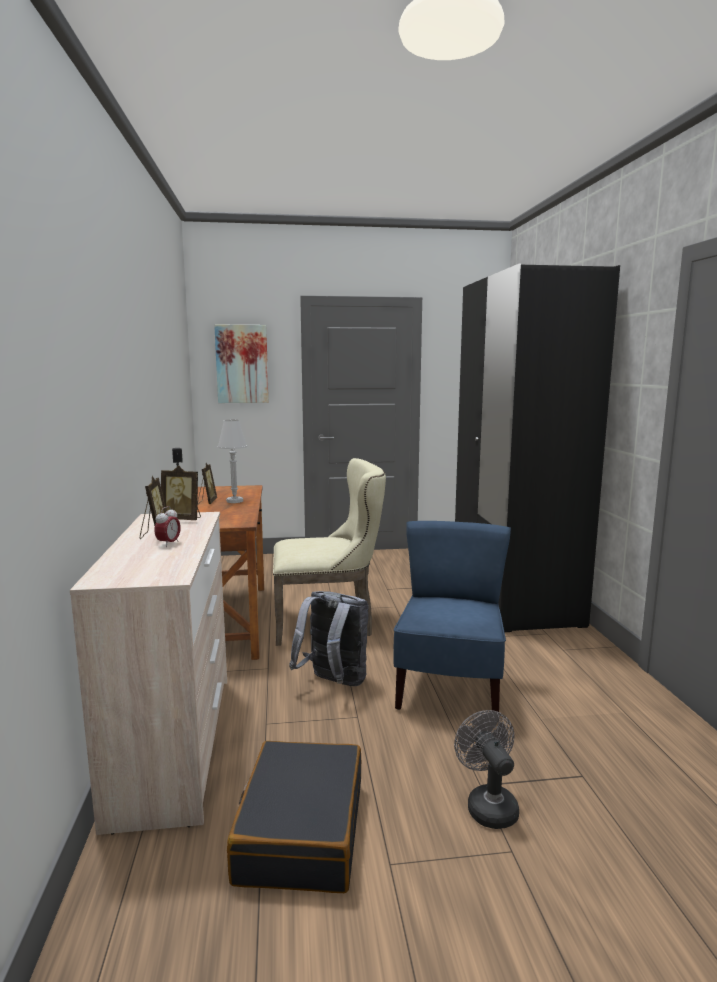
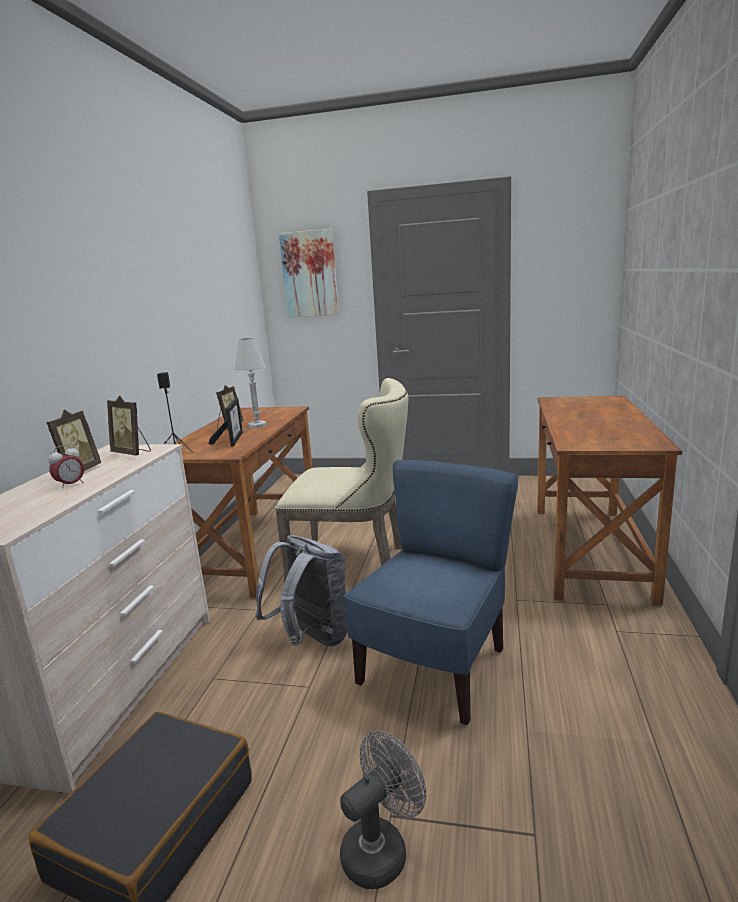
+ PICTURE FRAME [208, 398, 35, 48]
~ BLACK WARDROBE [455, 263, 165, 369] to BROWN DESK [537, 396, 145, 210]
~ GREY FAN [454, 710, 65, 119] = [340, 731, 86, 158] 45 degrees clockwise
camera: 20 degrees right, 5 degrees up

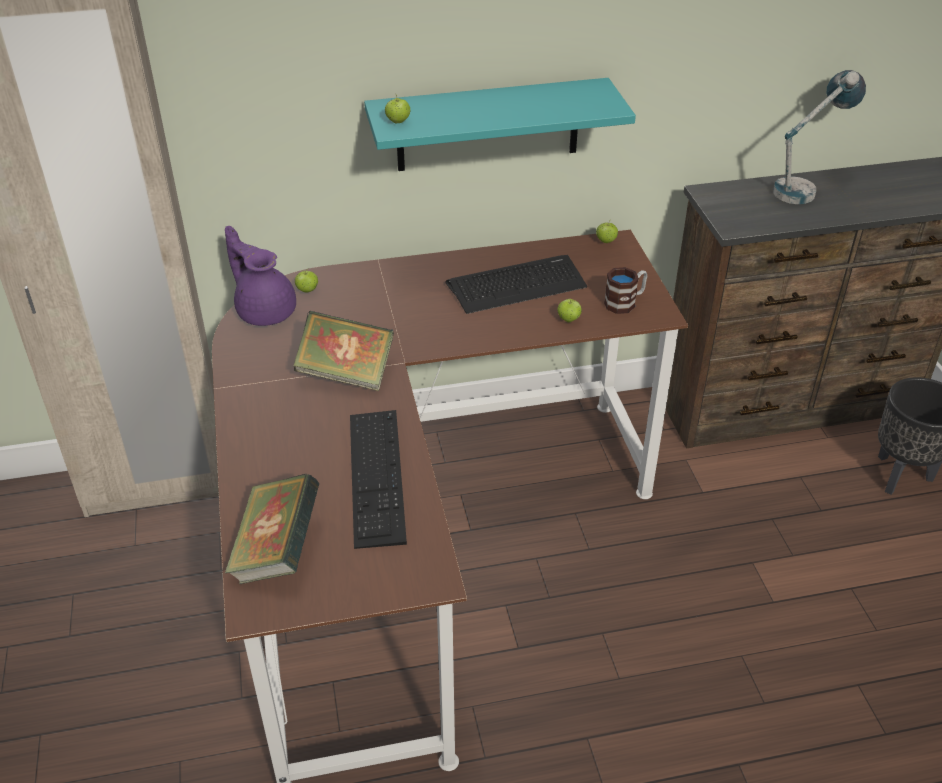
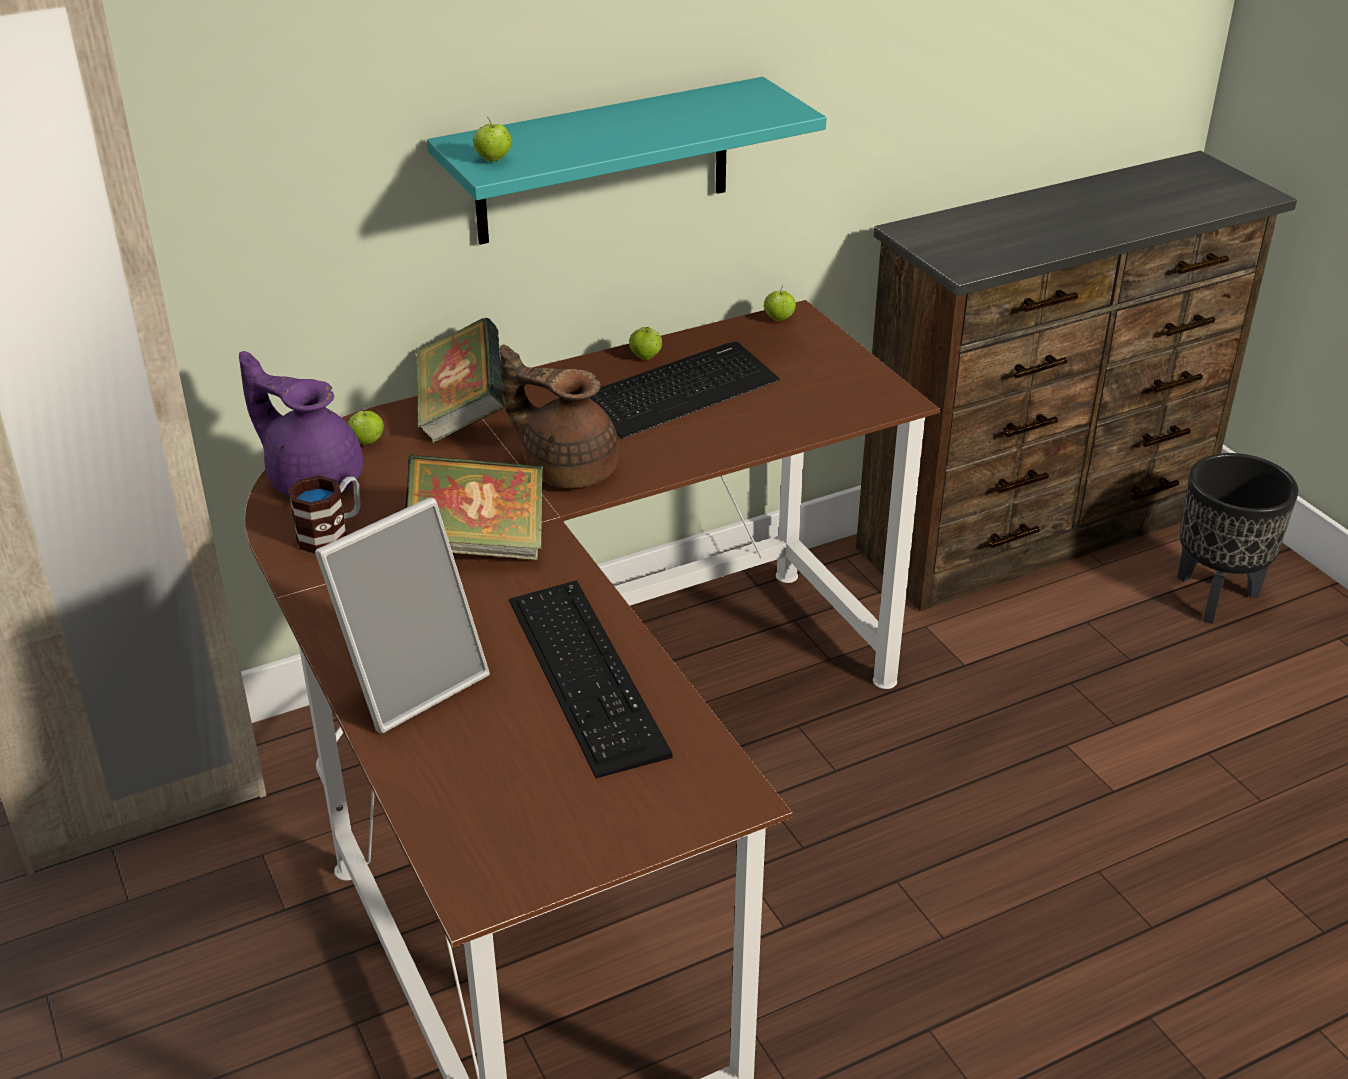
- TABLE LAMP [773, 70, 93, 134]
+ PICTURE FRAME [315, 498, 175, 235]
+ BROWN TEAPOT [500, 344, 119, 144]
~ BOOK [225, 473, 95, 111] to [416, 318, 88, 126]
~ APPLE [557, 299, 25, 23] to [629, 327, 33, 33]
~ MUG [604, 267, 43, 47] to [288, 475, 73, 78]
camera: 15 degrees left, 5 degrees down

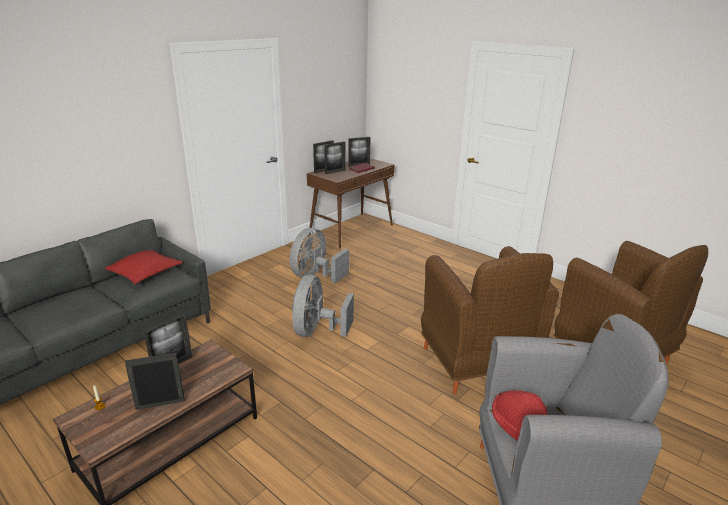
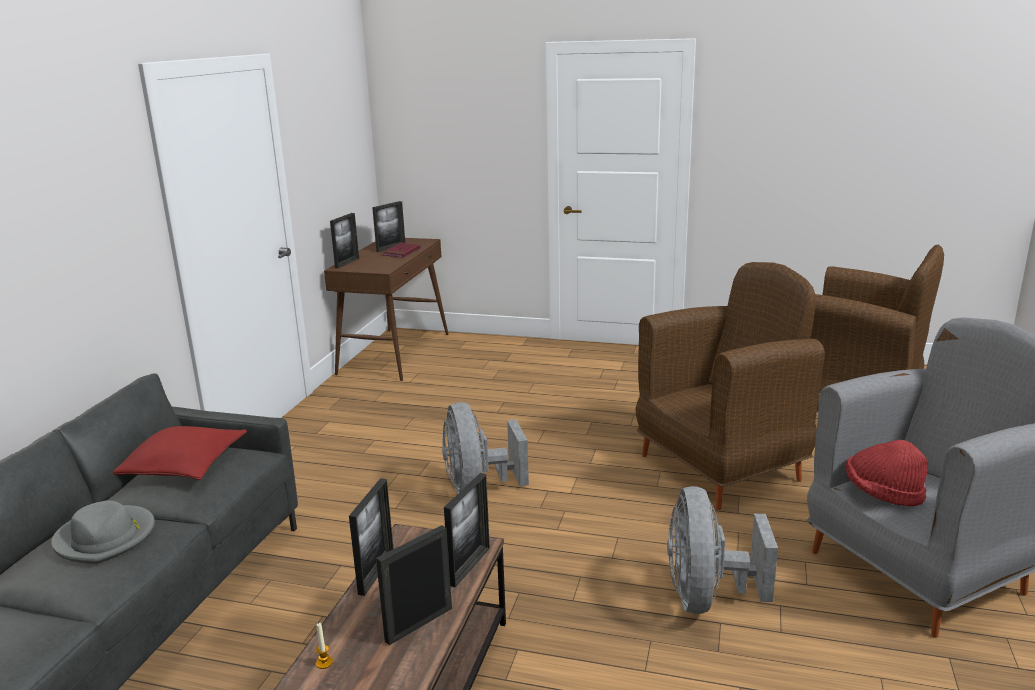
+ GREY HAT [51, 501, 104, 63]
~ GREY FAN [290, 228, 59, 55] to [667, 486, 111, 128]
~ PICTURE FRAME [324, 142, 21, 32] to [444, 473, 46, 114]
~ BROWN ARMCHAIR [421, 246, 138, 148] = [635, 262, 190, 248] 75 degrees counterclockwise
camera: 25 degrees left, 5 degrees down

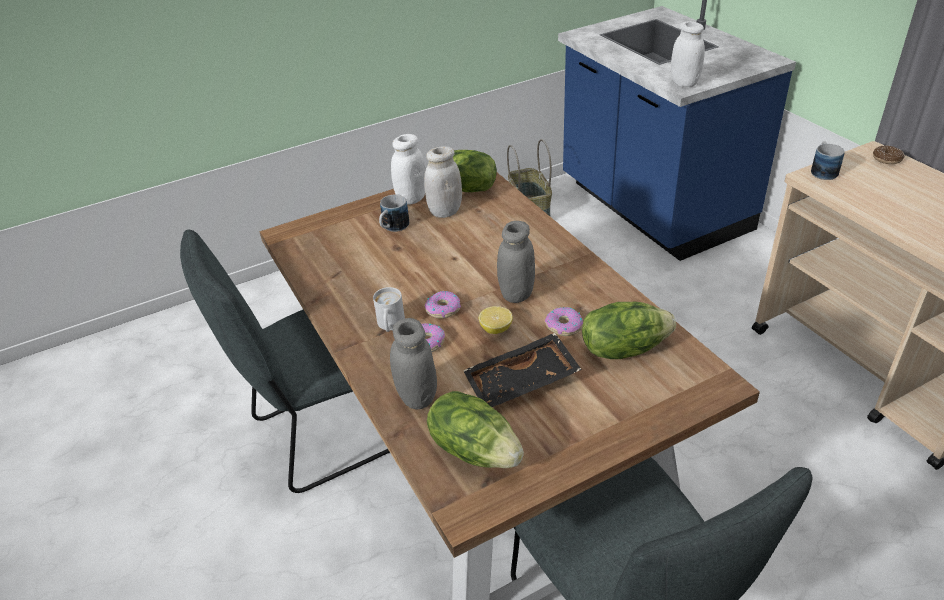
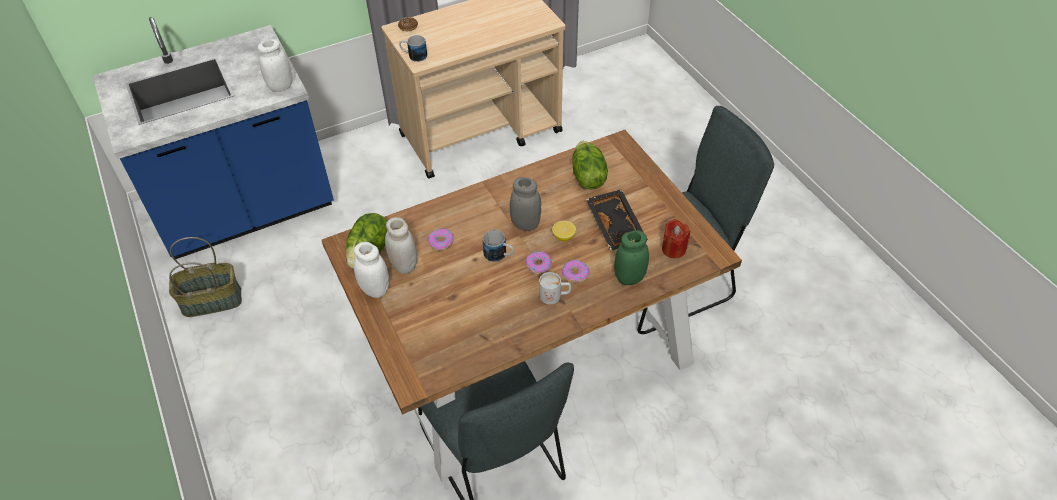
~ MUG [379, 194, 30, 38] to [483, 230, 31, 32]
~ DONUT [545, 307, 38, 29] to [427, 228, 27, 23]
~ LETTUCE [427, 391, 97, 77] to RED CANDLE [662, 219, 28, 39]
~ GREY JAR [390, 318, 47, 91] to GREEN JAR [614, 230, 35, 55]
camera: 90 degrees left, 10 degrees up

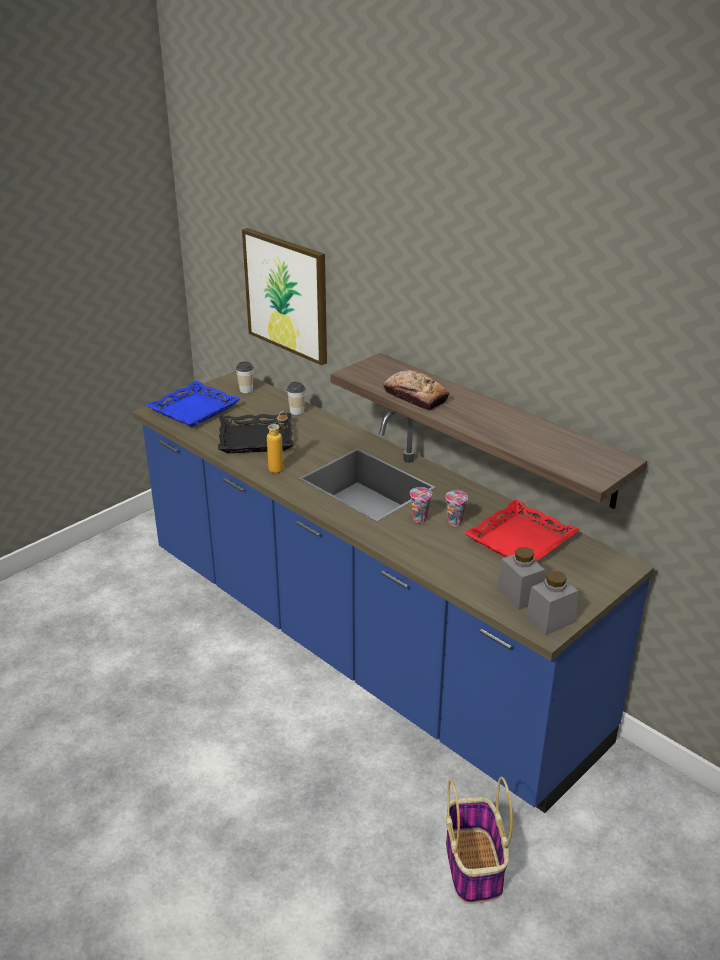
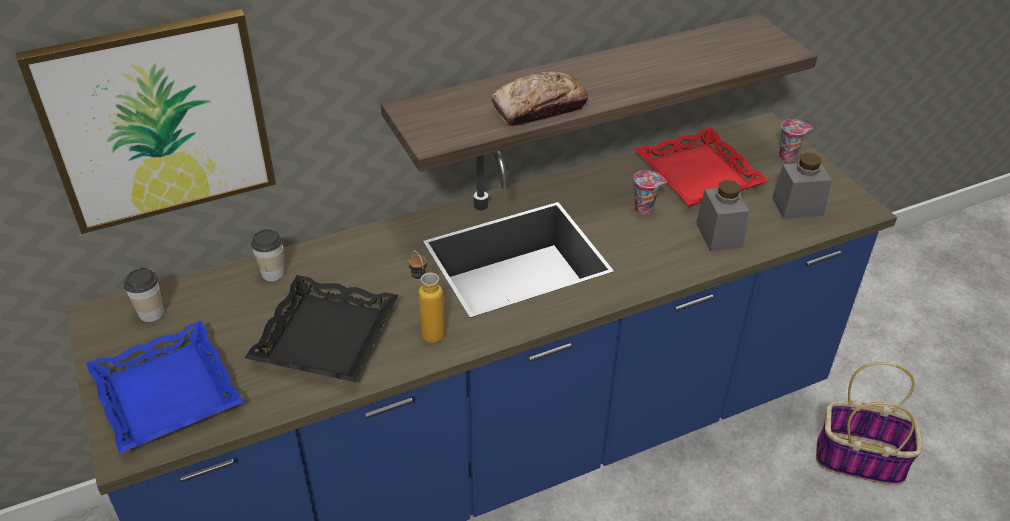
~ CUP [410, 487, 22, 36] to [779, 119, 34, 43]
~ GREY JAR [526, 571, 52, 64] to [696, 180, 53, 71]
camera: 70 degrees left, 10 degrees up

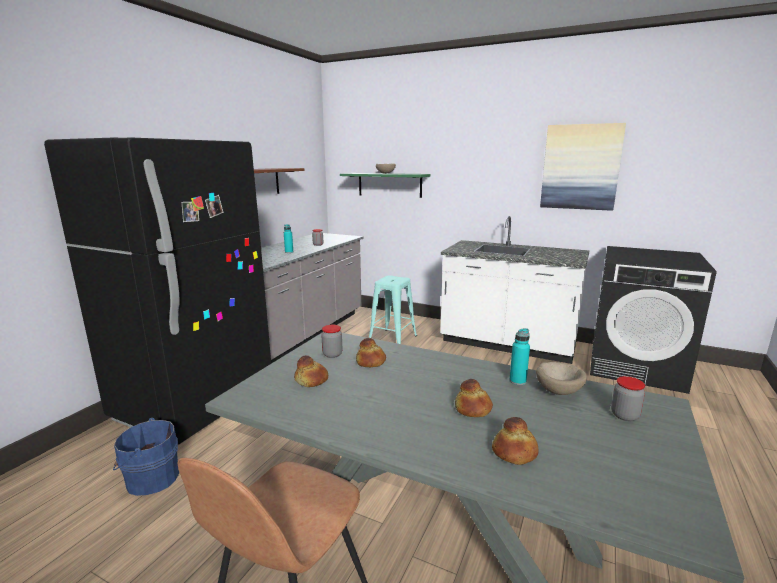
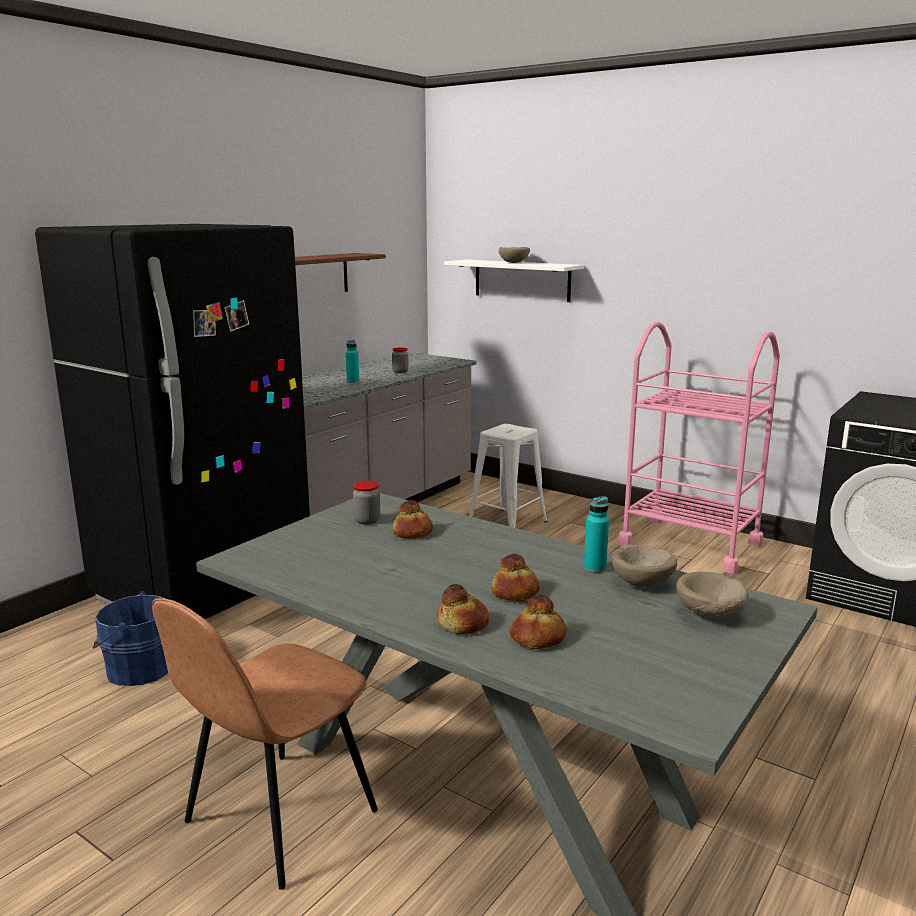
- PICTURE [540, 123, 86, 88]
~ BREAD [294, 355, 34, 32] to [437, 584, 52, 50]
~ WHITE COUNTER [440, 216, 149, 148] to PINK CART [618, 322, 162, 252]
~ JAR [611, 376, 34, 45] to BEIGE BOWL [676, 572, 73, 47]
~ GREEN SHELF [340, 173, 90, 25] to WHITE SHELF [444, 259, 140, 43]
~ TURQUOISE STOOL [369, 276, 48, 68] to WHITE STOOL [469, 424, 79, 104]
camera: 10 degrees right, 0 degrees up

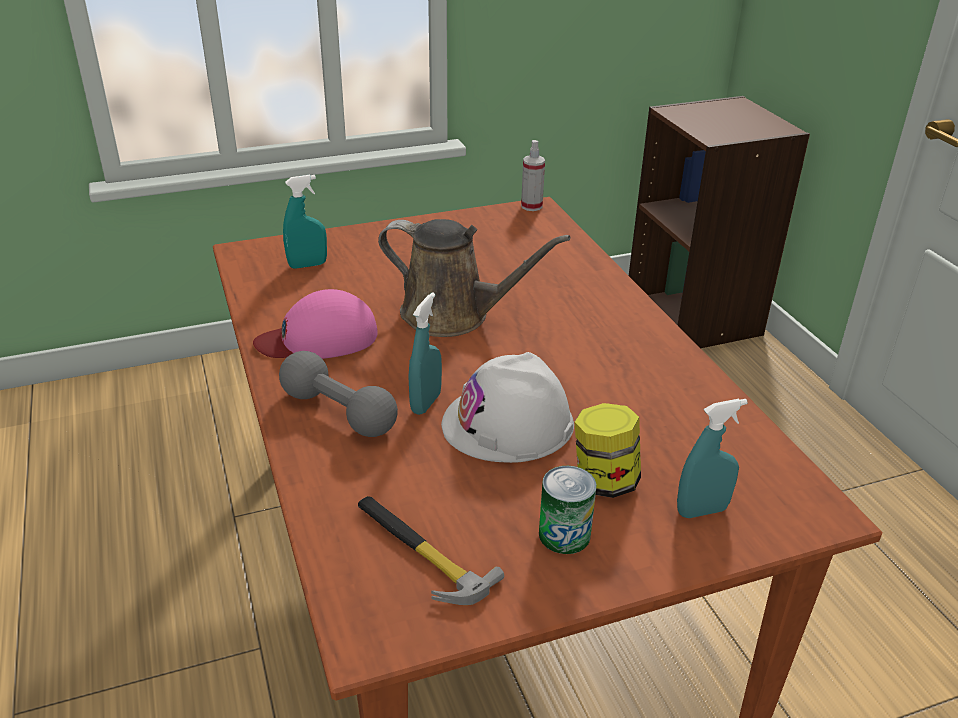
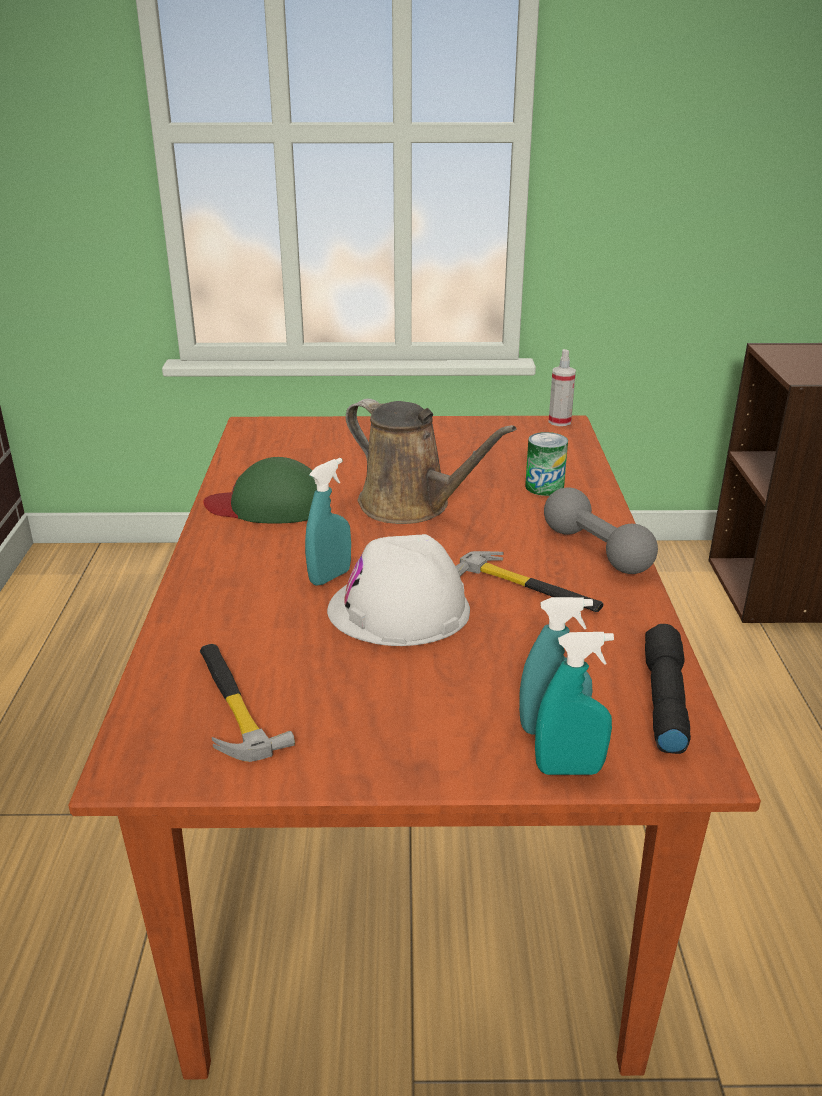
- JAR [575, 403, 66, 95]
+ HAMMER [456, 551, 148, 61]
+ BLACK FLASHLIGHT [645, 624, 46, 130]
~ GREY DUMBBELL [279, 351, 119, 86] to [544, 487, 114, 87]
~ TURQUOISE SPRAY BOTTLE [283, 175, 44, 94] to [535, 632, 79, 143]
~ CAN [539, 466, 58, 88] to [525, 432, 43, 64]
~ PINK CAP [253, 289, 125, 70] to GREEN CAP [203, 457, 114, 66]
camera: 20 degrees right, 5 degrees down

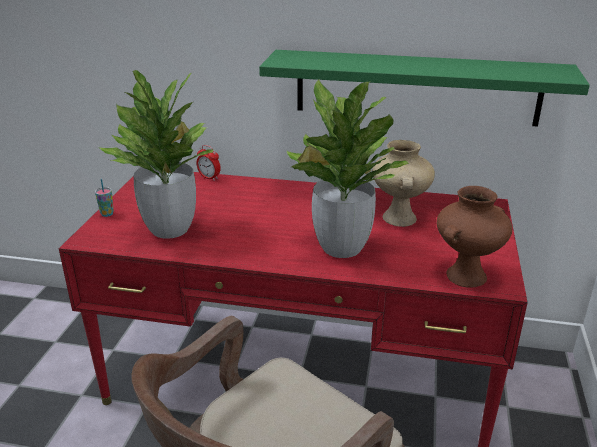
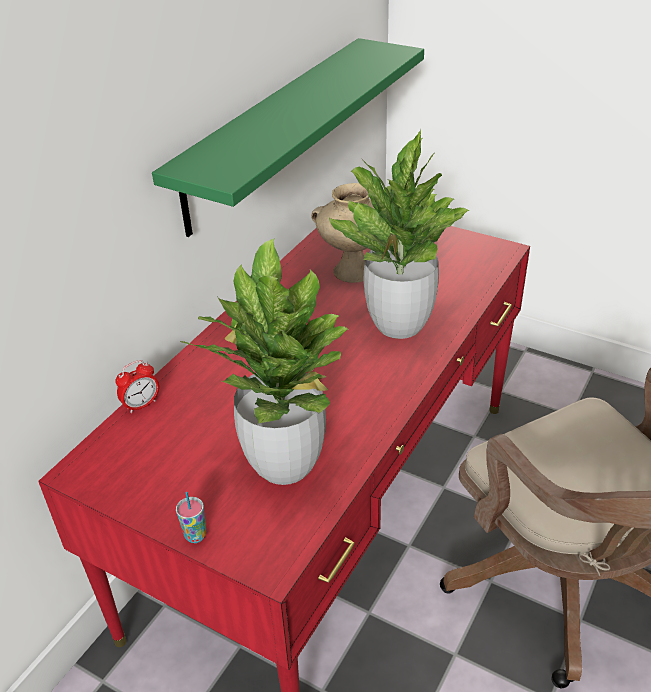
- BROWN VASE [436, 186, 76, 102]
camera: 70 degrees left, 10 degrees up

